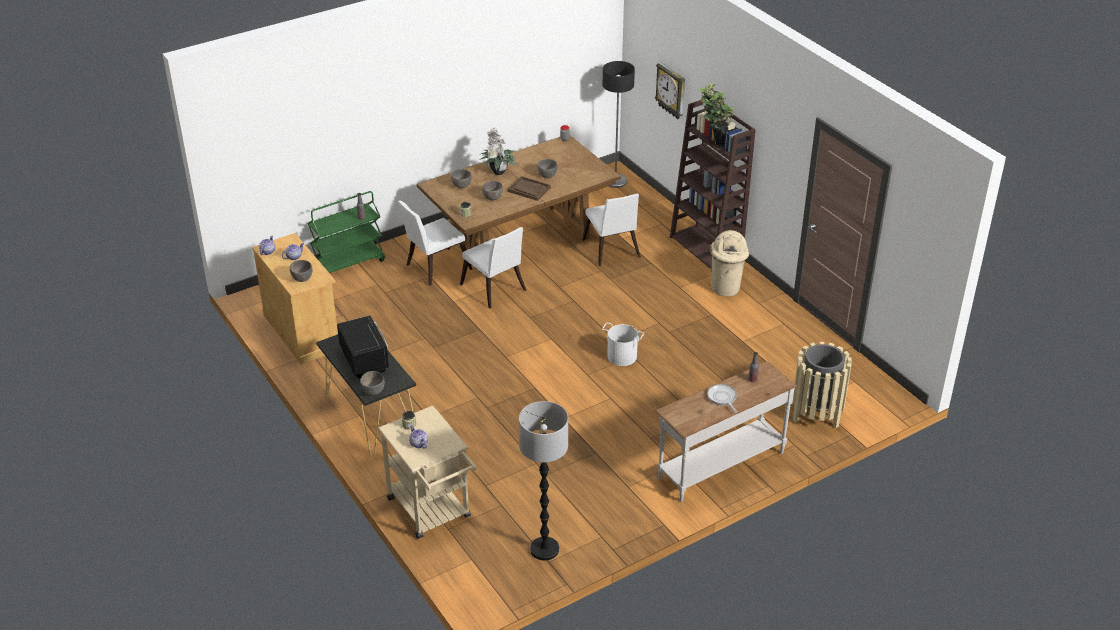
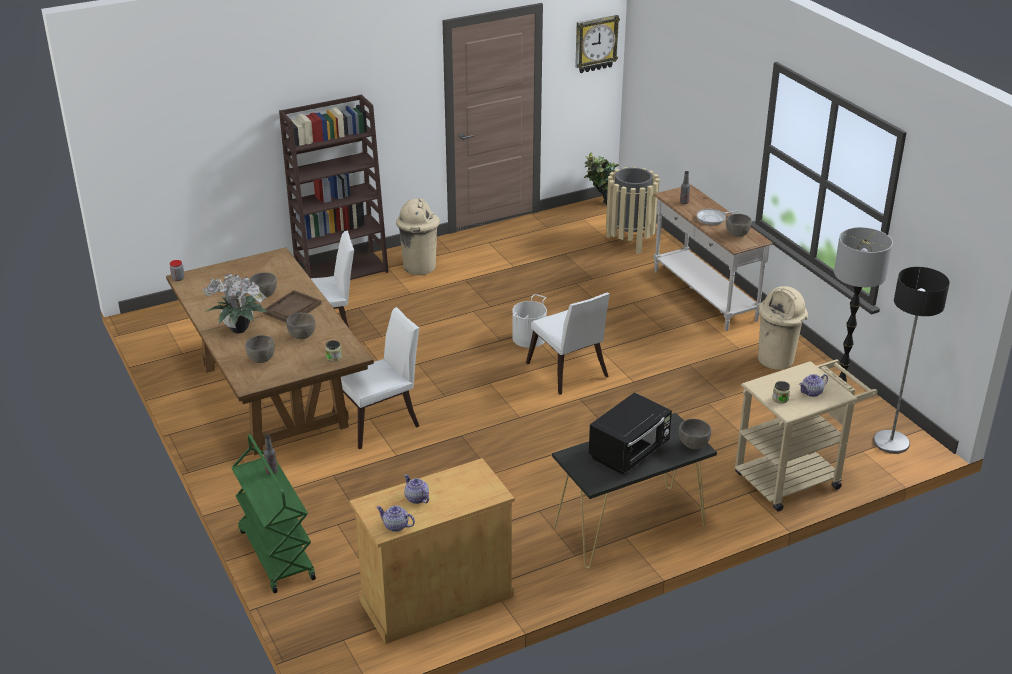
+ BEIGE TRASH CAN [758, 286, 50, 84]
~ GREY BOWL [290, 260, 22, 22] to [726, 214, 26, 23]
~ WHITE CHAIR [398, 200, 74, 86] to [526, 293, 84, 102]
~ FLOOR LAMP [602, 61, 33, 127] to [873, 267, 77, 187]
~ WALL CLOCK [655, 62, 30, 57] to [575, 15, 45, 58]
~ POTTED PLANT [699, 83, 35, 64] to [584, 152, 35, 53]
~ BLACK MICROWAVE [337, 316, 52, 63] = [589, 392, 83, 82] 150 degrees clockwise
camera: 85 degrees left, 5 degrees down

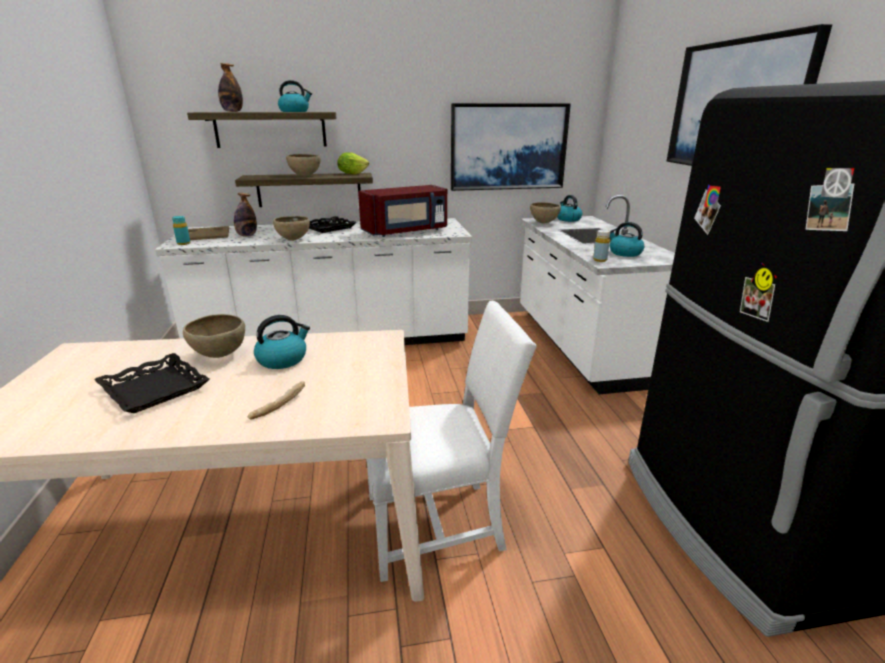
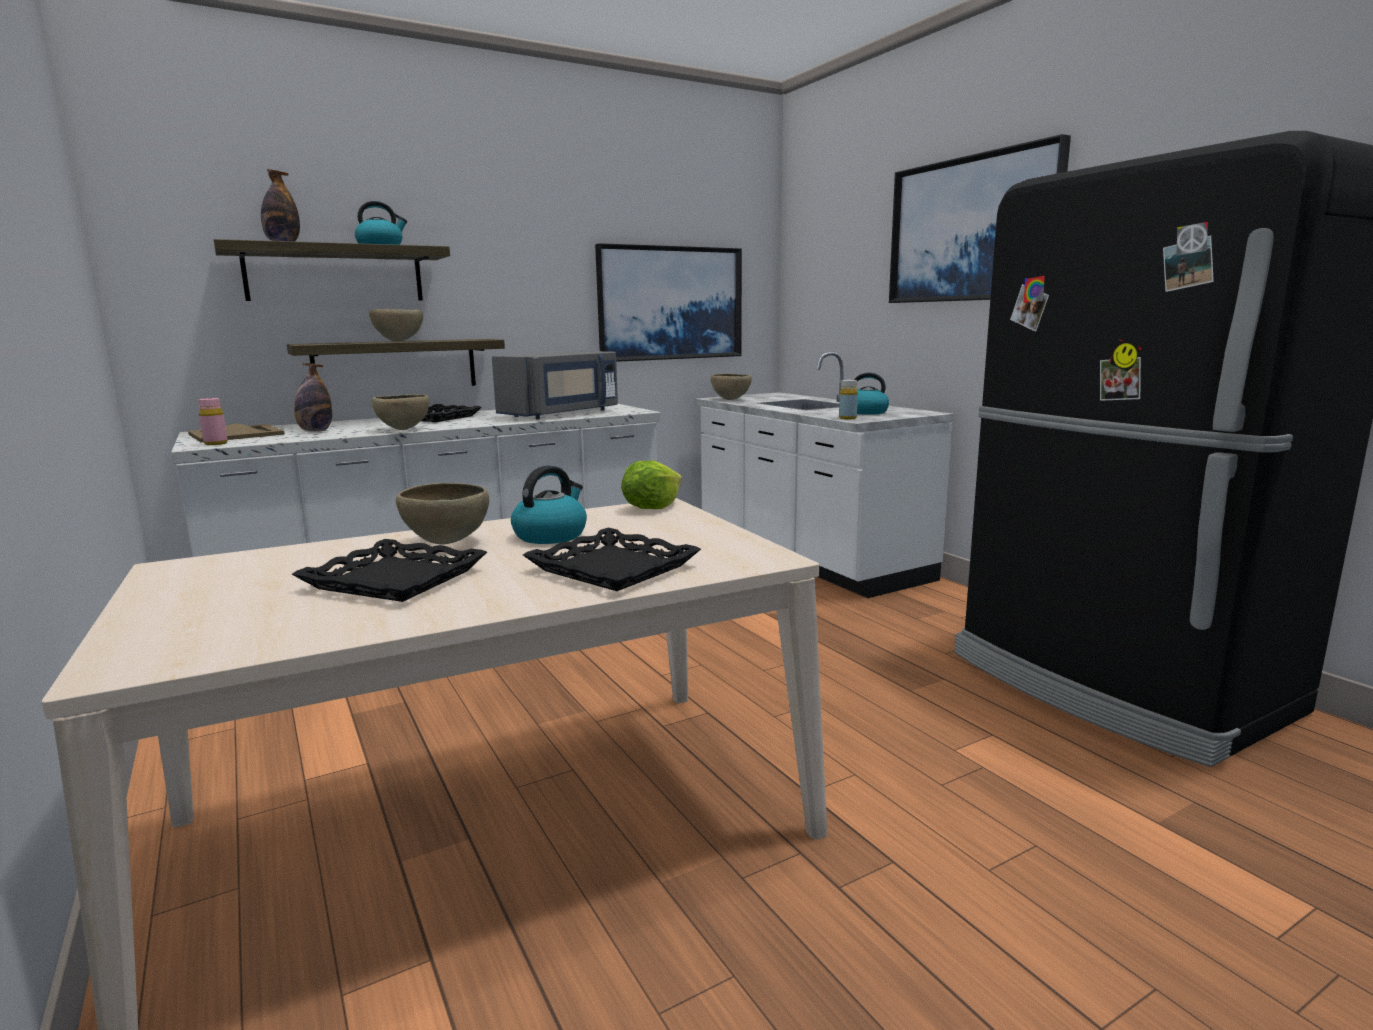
- WHITE CHAIR [366, 301, 171, 281]
- KETTLE [557, 195, 25, 27]
~ LETTUCE [337, 152, 32, 22] to [621, 460, 61, 49]
~ BREAD [247, 381, 58, 39] to BLACK TRAY [523, 528, 178, 63]
~ TURQUOISE BOTTLE [172, 216, 18, 29] to PINK BOTTLE [198, 398, 30, 47]
~ RED MICROWAVE [358, 185, 89, 52] to GREY MICROWAVE [492, 351, 126, 68]
camera: 20 degrees left, 10 degrees down

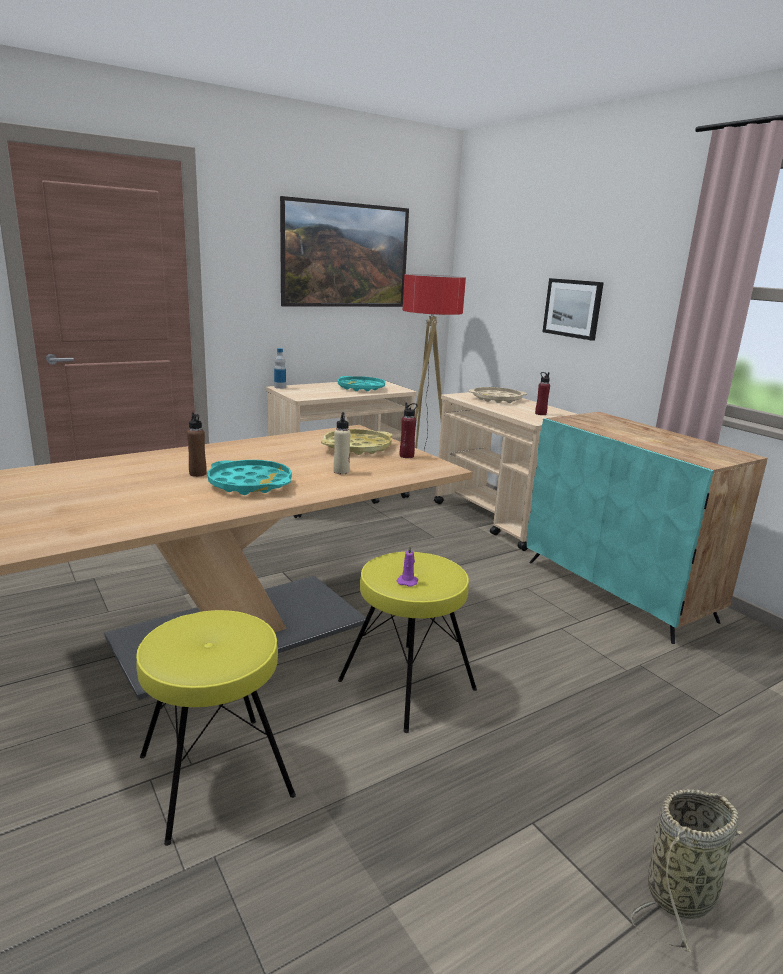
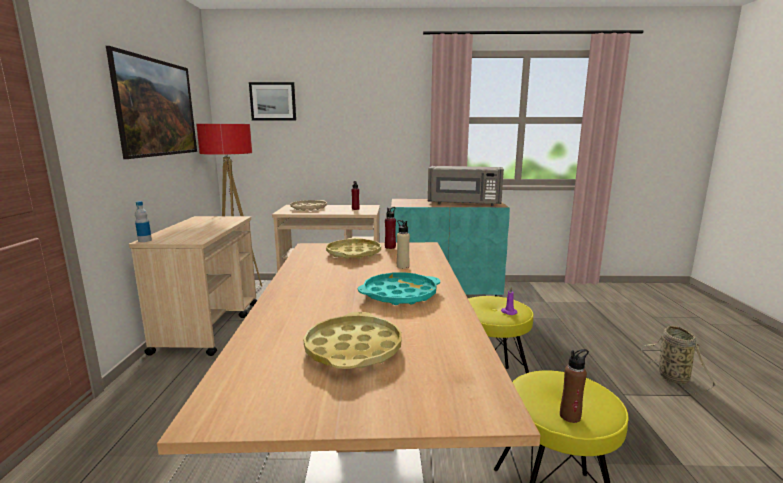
- TURQUOISE TRAY [338, 376, 47, 15]
+ YELLOW TRAY [303, 312, 99, 57]
+ GREY MICROWAVE [428, 166, 76, 40]
~ BROWN BOTTLE [187, 413, 20, 64] to [560, 349, 29, 74]
~ PICTURE [543, 278, 61, 63] to [249, 82, 47, 39]
camera: 55 degrees left, 5 degrees down

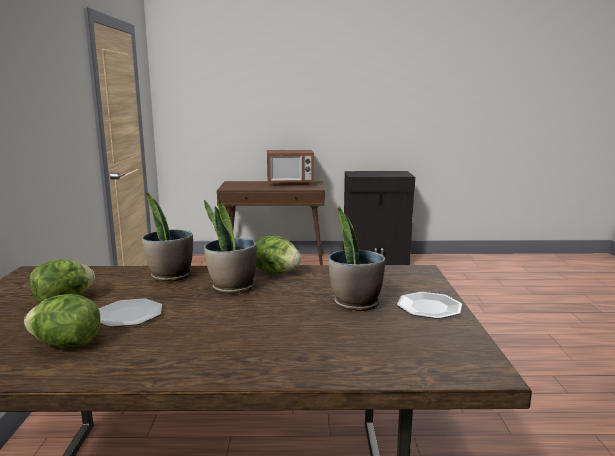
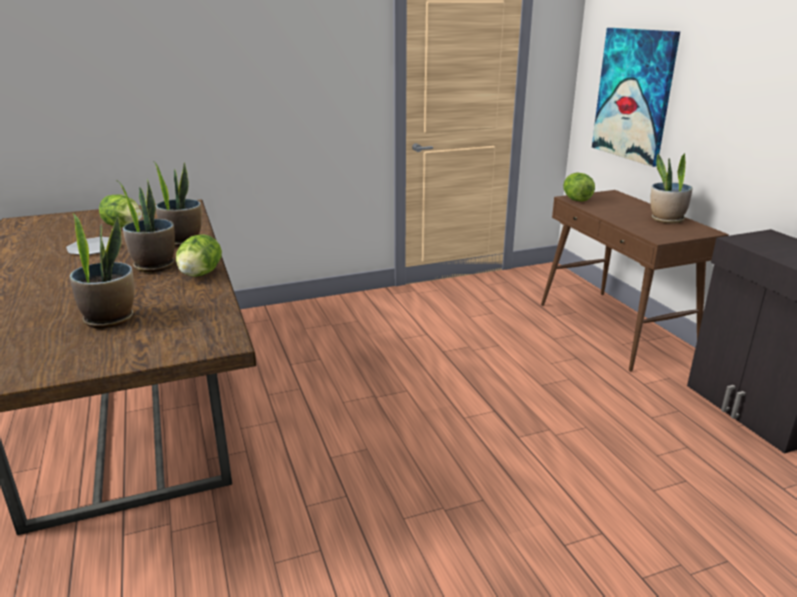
- PLATE [397, 292, 65, 27]
+ PICTURE [592, 28, 88, 139]
~ LETTUCE [24, 294, 76, 54] to [563, 173, 32, 29]
~ MICROWAVE [267, 150, 47, 35] to POTTED PLANT [650, 153, 43, 70]
camera: 70 degrees right, 10 degrees up

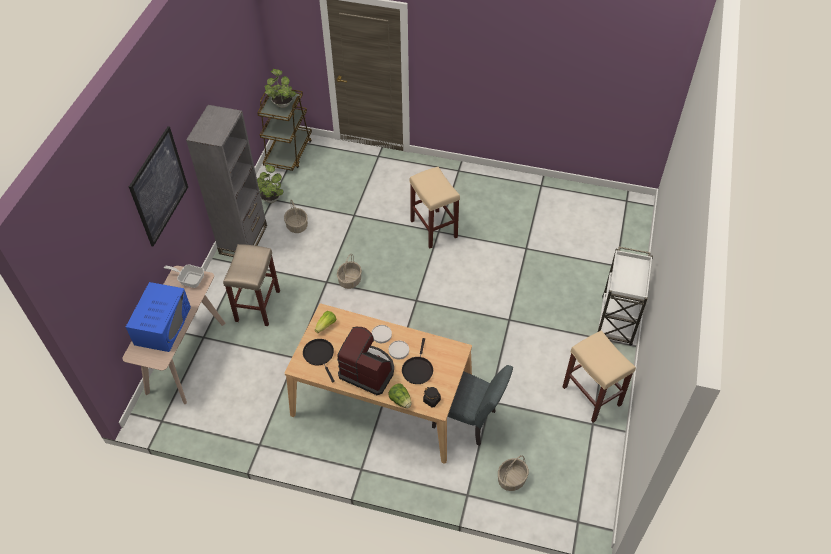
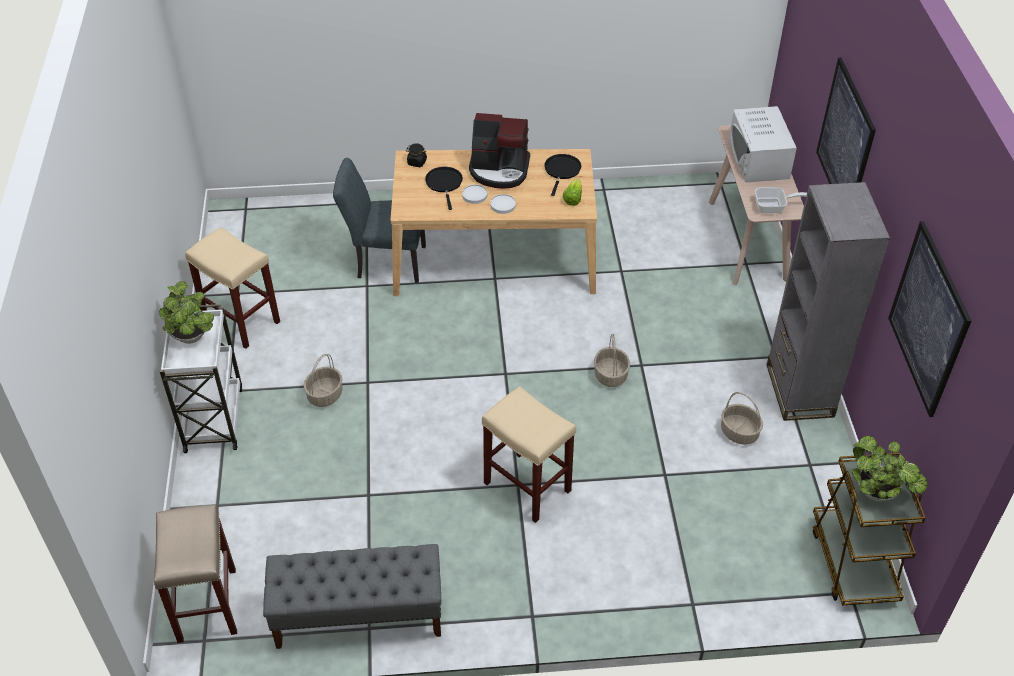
- LETTUCE [388, 384, 23, 24]
+ GREY BENCH [263, 544, 178, 105]
+ PICTURE [888, 221, 83, 196]
~ BEIGE STOOL [223, 244, 57, 82] to [154, 504, 83, 139]
~ POTTED PLANT [257, 165, 27, 38] to [159, 281, 55, 63]
~ BASKET [498, 455, 31, 36] to [304, 354, 38, 53]
~ BLUE MICROWAVE [126, 282, 65, 70] to WHITE MICROWAVE [729, 106, 68, 76]
~ BLACK FRYING PAN [303, 339, 32, 43] = [544, 154, 37, 42] 120 degrees counterclockwise
camera: 160 degrees right, 5 degrees down

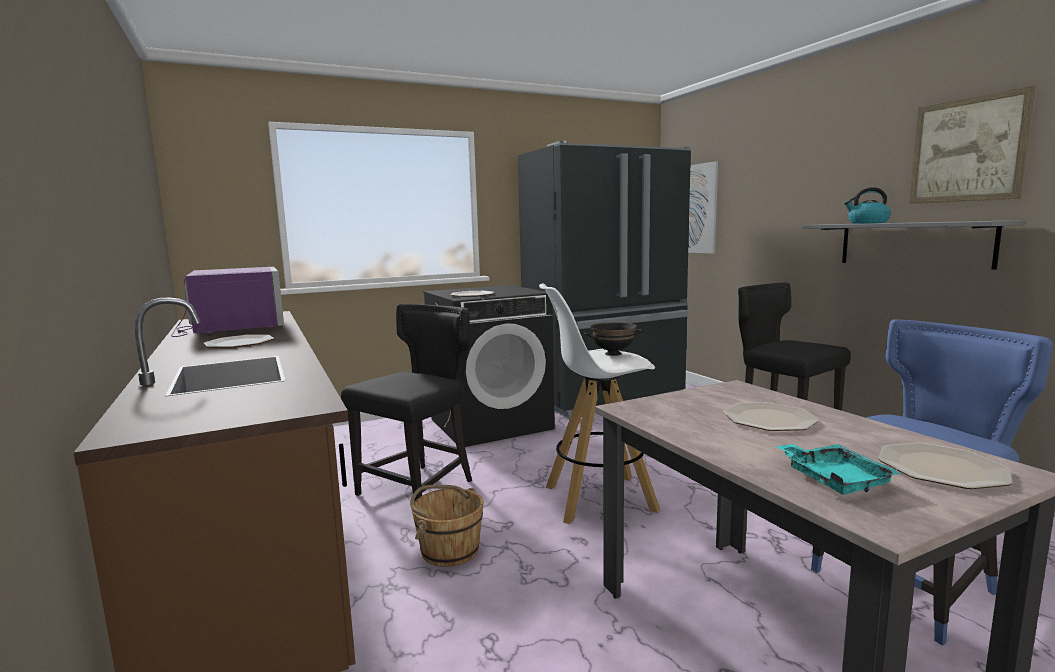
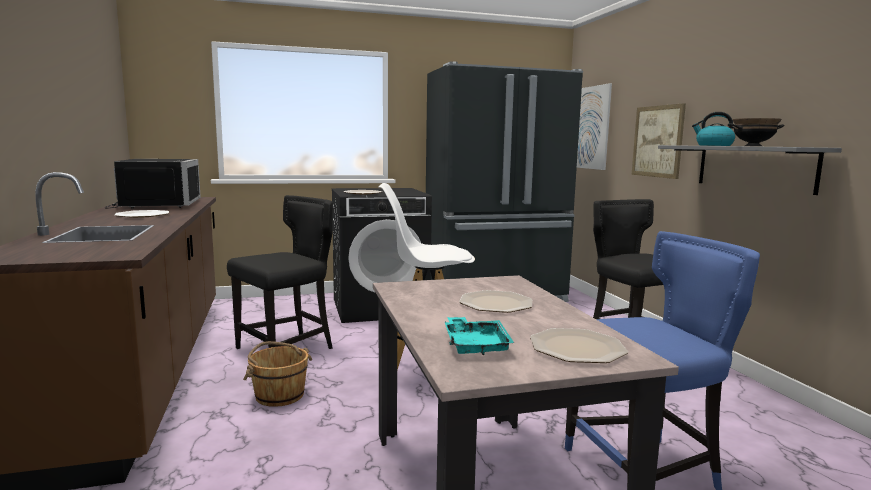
~ BLACK BOWL [584, 322, 58, 34] to [728, 118, 56, 28]
~ PICTURE [909, 86, 126, 118] to [631, 103, 55, 76]
~ PURPLE MICROWAVE [171, 267, 113, 70] to BLACK MICROWAVE [105, 159, 96, 49]
camera: 10 degrees right, 0 degrees up

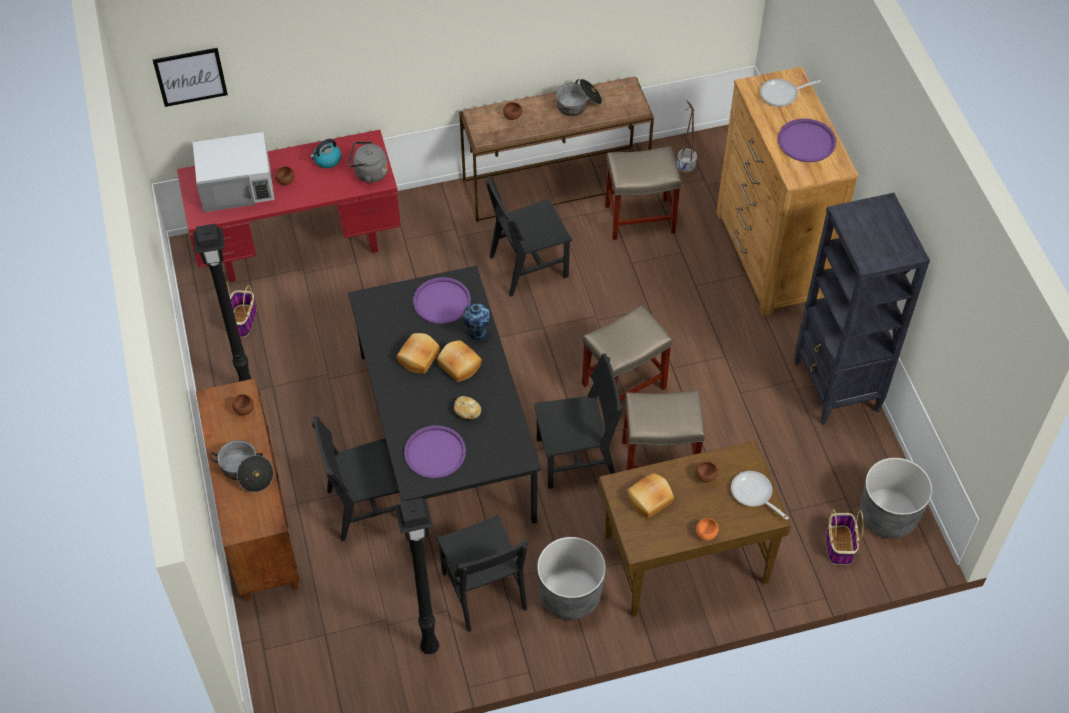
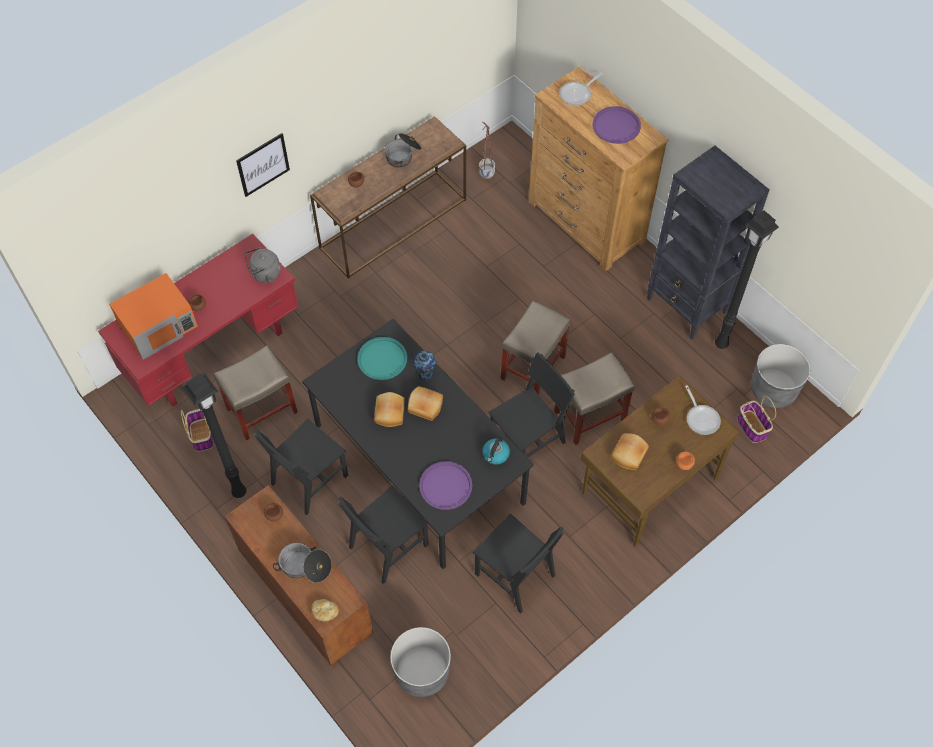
~ PICTURE [153, 48, 75, 59] to [236, 133, 54, 64]
~ KETTLE [310, 139, 32, 29] to [482, 436, 28, 29]
~ BLACK FLOOR LAMP [395, 498, 44, 156] to [715, 210, 64, 139]
~ BREAD [454, 396, 27, 23] to [312, 599, 27, 22]
~ BLACK CHAIR [485, 176, 87, 121] to [254, 419, 94, 96]
~ GREY PLANTER [537, 537, 69, 83] to [390, 627, 61, 70]
~ BEIGE STOOL [605, 146, 76, 94] to [213, 346, 85, 94]
~ WHITE MICROWAVE [193, 132, 81, 80] to ORANGE MICROWAVE [109, 273, 89, 87]
~ PURPLE TRAY [413, 277, 58, 47] to TURQUOISE TRAY [357, 337, 50, 43]
~ FRYING PAN [731, 471, 58, 49] = [685, 385, 36, 50] 135 degrees counterclockwise
camera: 25 degrees left, 5 degrees up

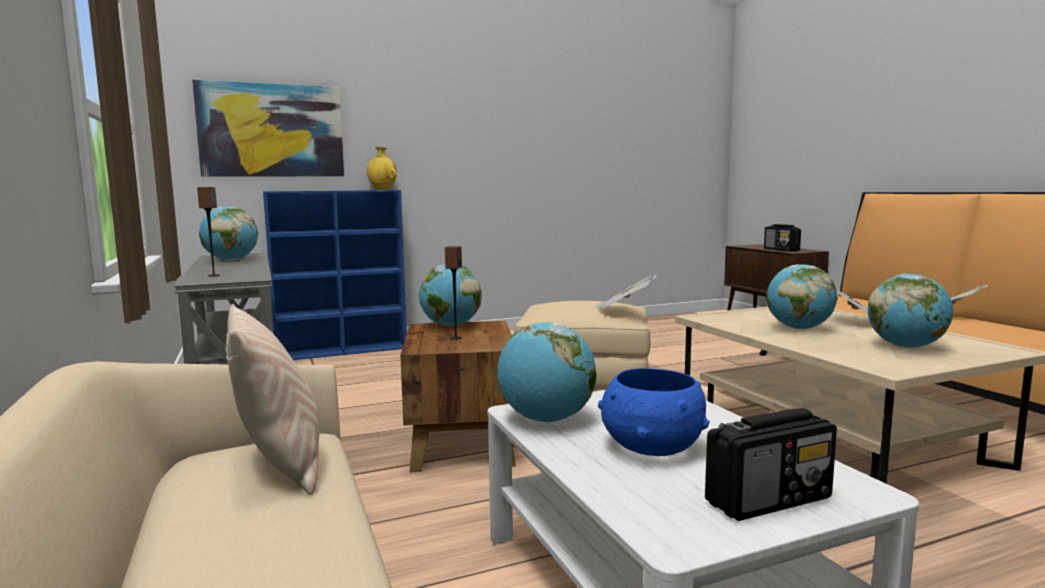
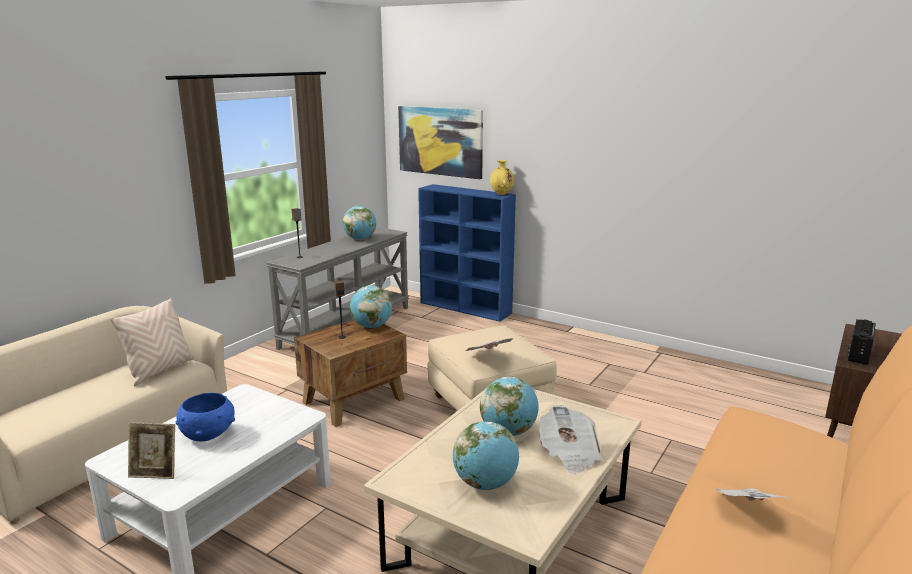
- GLOBE [497, 322, 99, 100]
~ RADIO [705, 408, 132, 113] to PICTURE FRAME [128, 422, 47, 57]
camera: 55 degrees right, 10 degrees up

